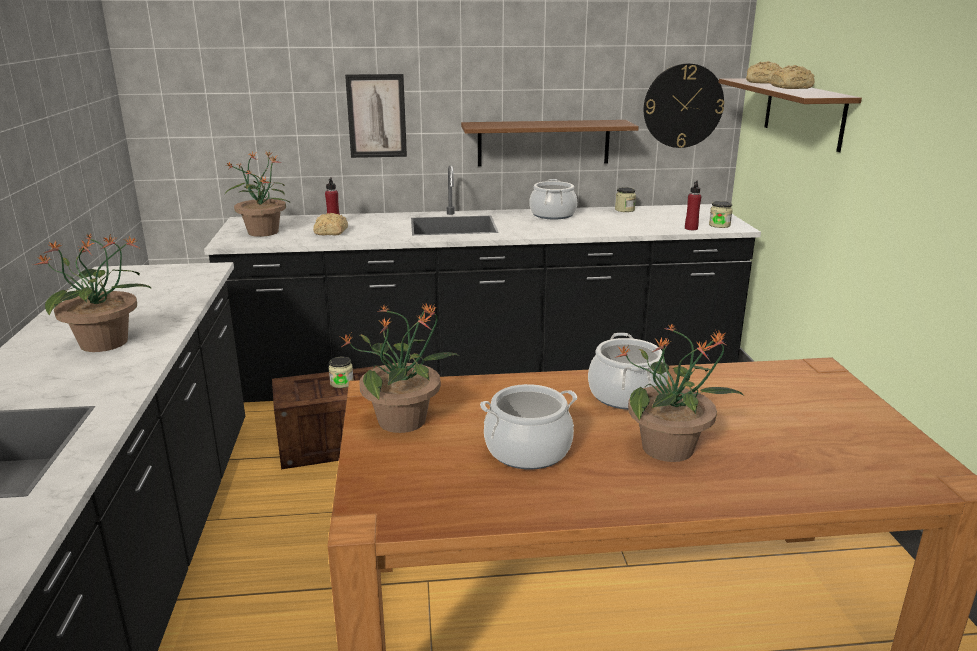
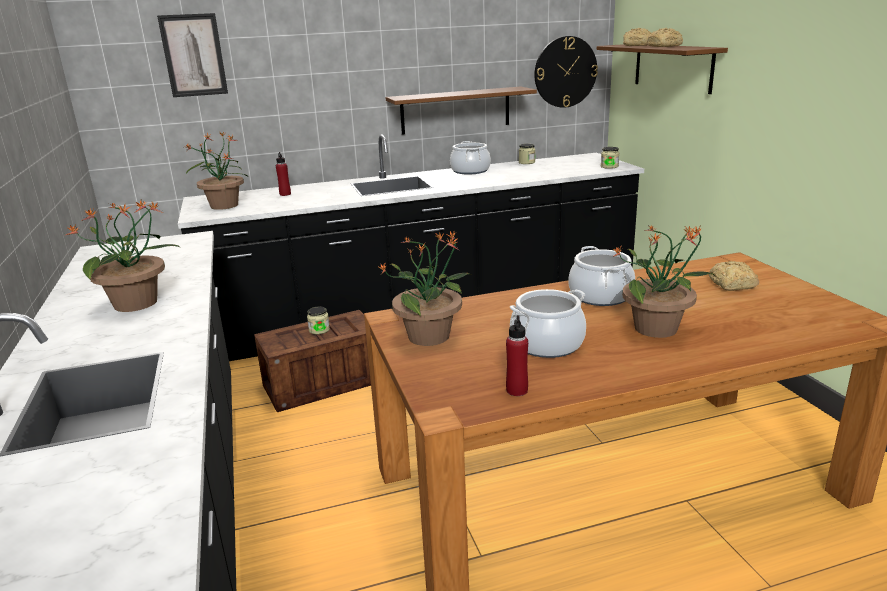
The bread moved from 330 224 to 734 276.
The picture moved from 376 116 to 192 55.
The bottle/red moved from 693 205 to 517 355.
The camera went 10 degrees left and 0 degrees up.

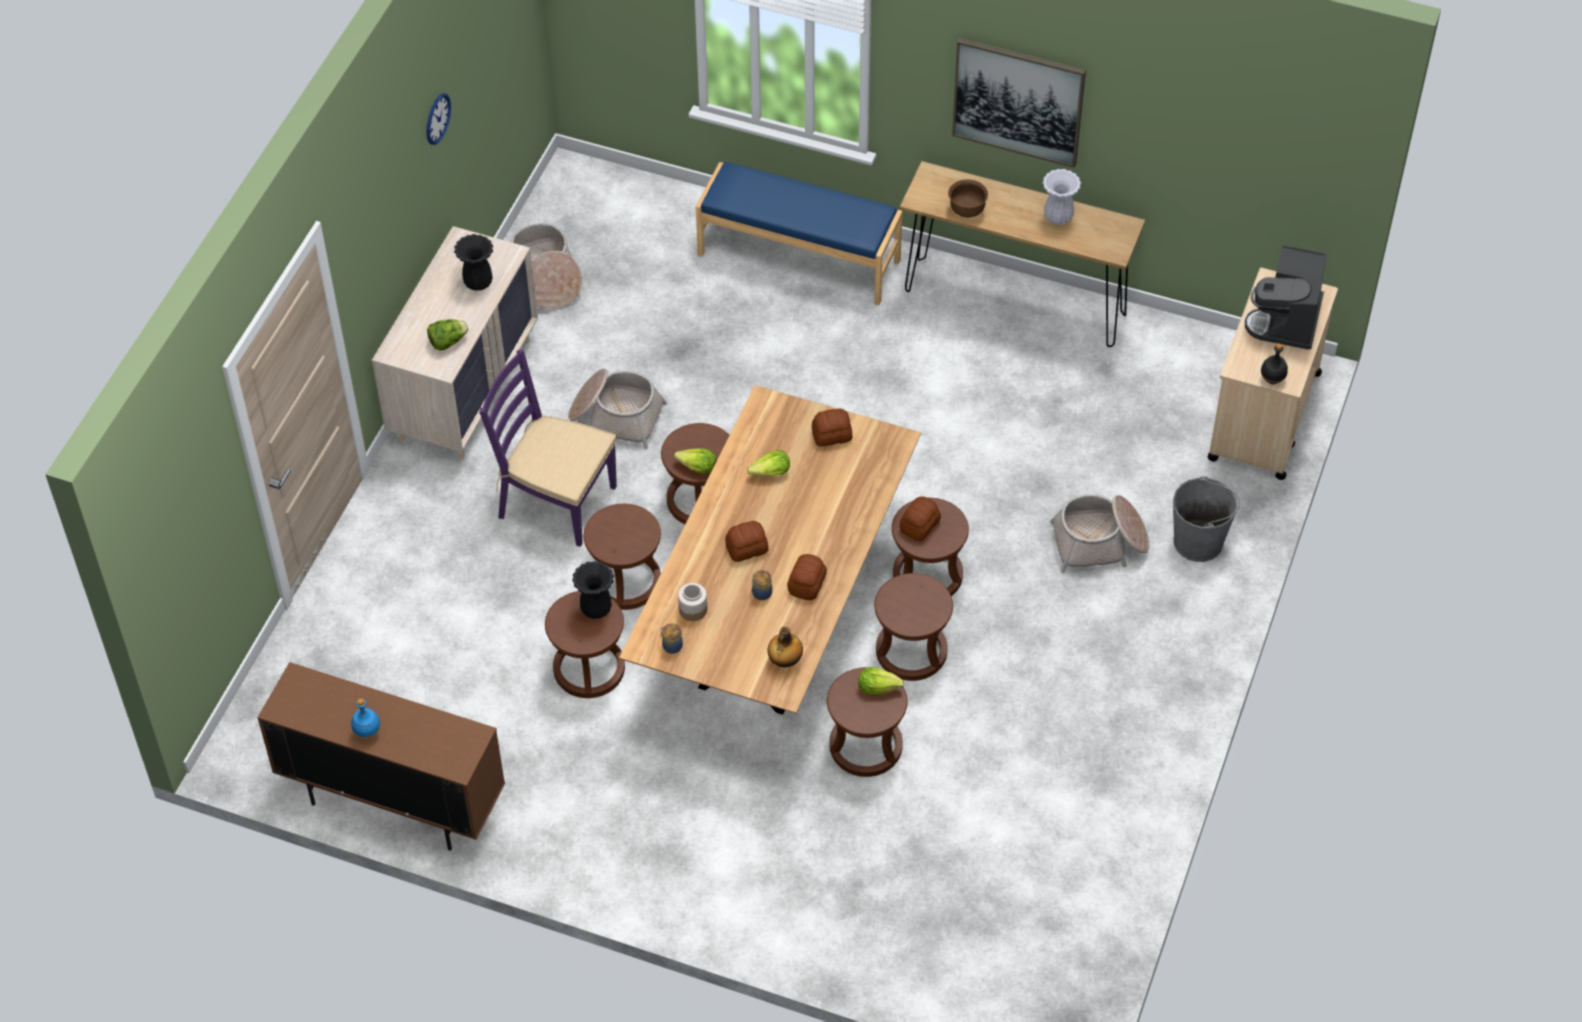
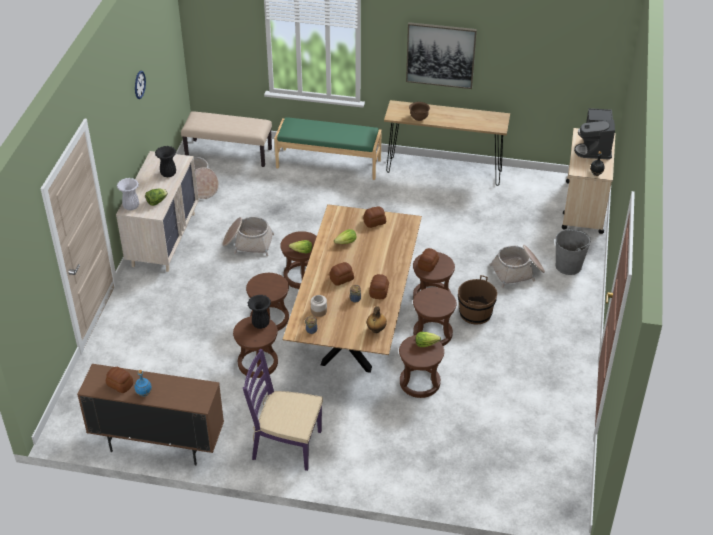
The chair/purple moved from 548 448 to 283 410.
The bench/blue at 799 233 became the bench/green at 328 148.
The vase/white moved from 1061 197 to 128 194.
The bread at 119 380 appeared.
The bench/beige at 226 139 appeared.
The bucket/brown at 477 299 appeared.
The camera went 10 degrees left and 10 degrees down.

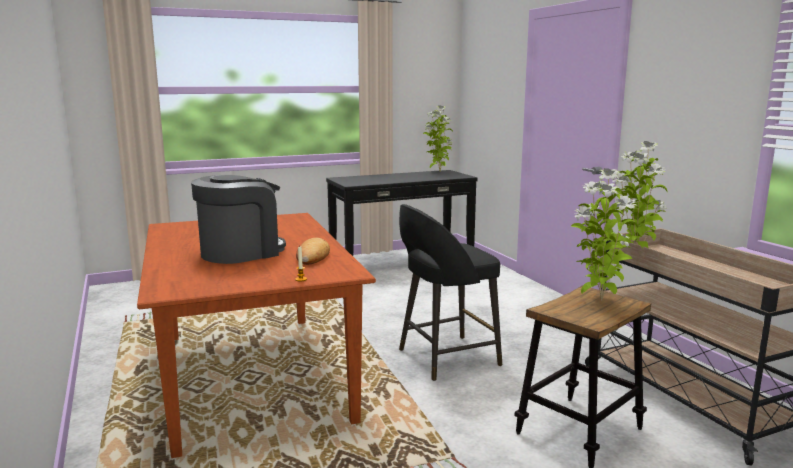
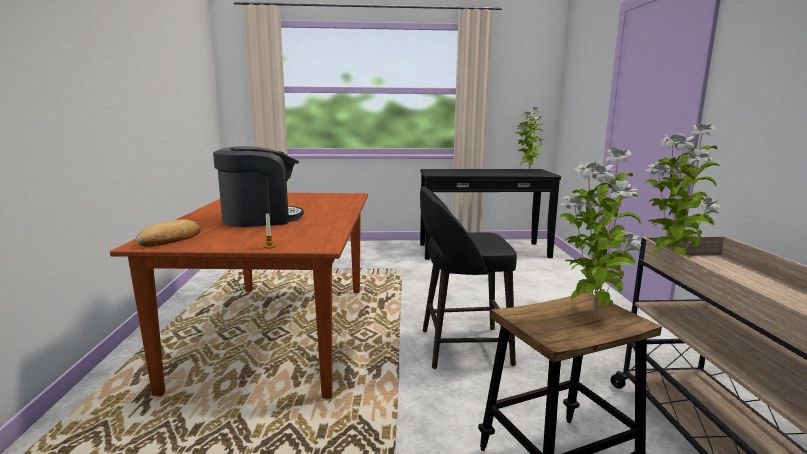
The bread moved from 313 251 to 168 233.
The camera went 20 degrees right and 0 degrees up.

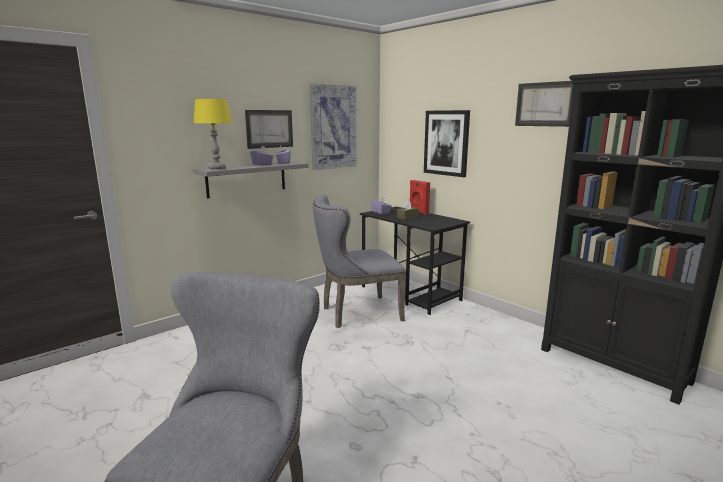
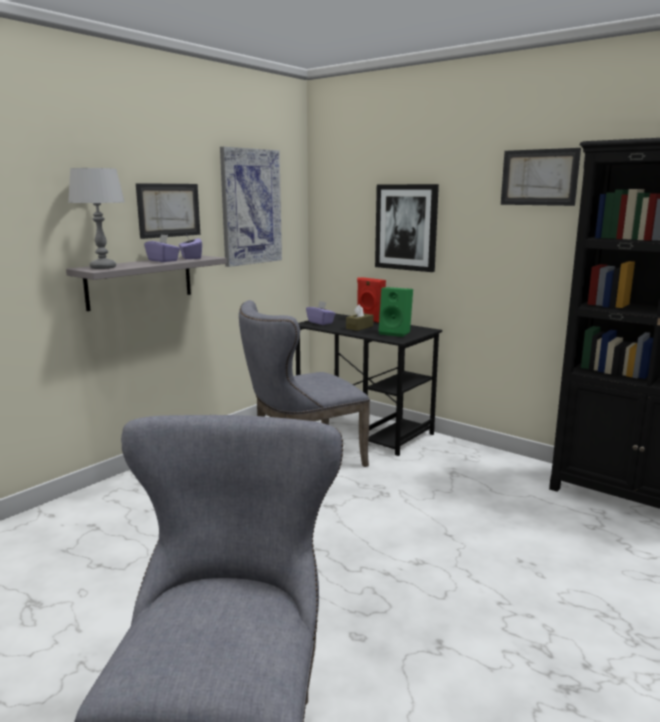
The table lamp/yellow at 213 134 became the table lamp/grey at 96 218.
The speaker/green at 396 312 appeared.
The camera went 10 degrees left and 0 degrees up.

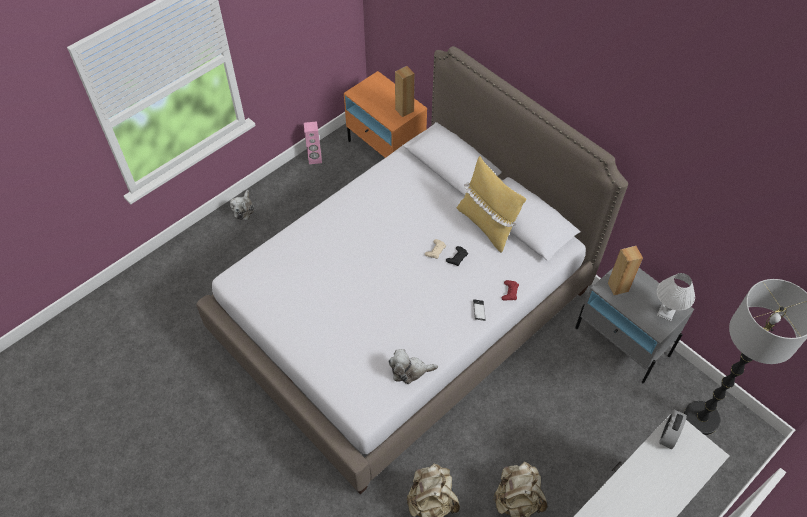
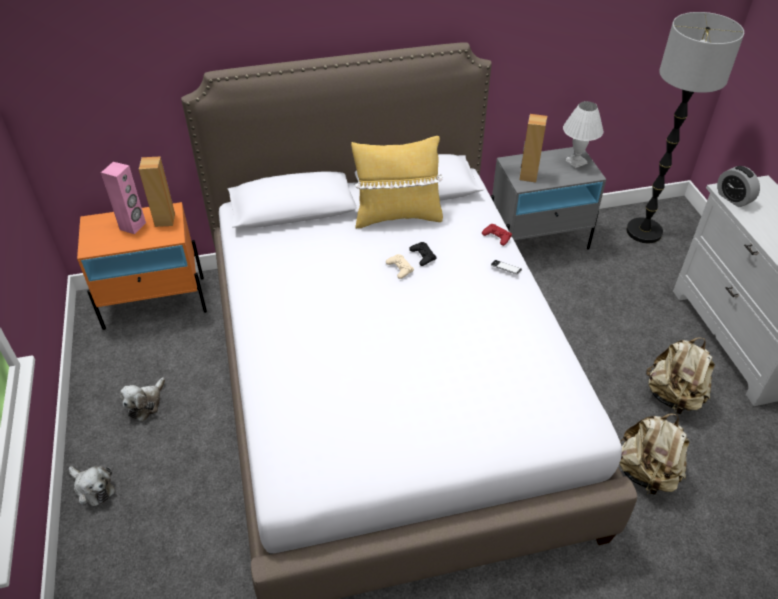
The speaker/pink moved from 313 142 to 123 198.
The plush toy moved from 413 366 to 142 399.
The camera went 60 degrees left and 10 degrees down.

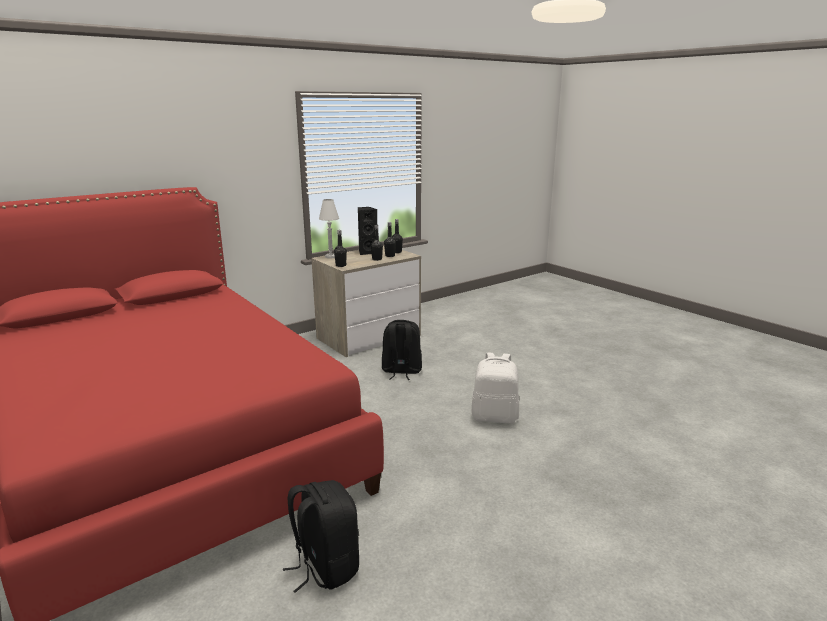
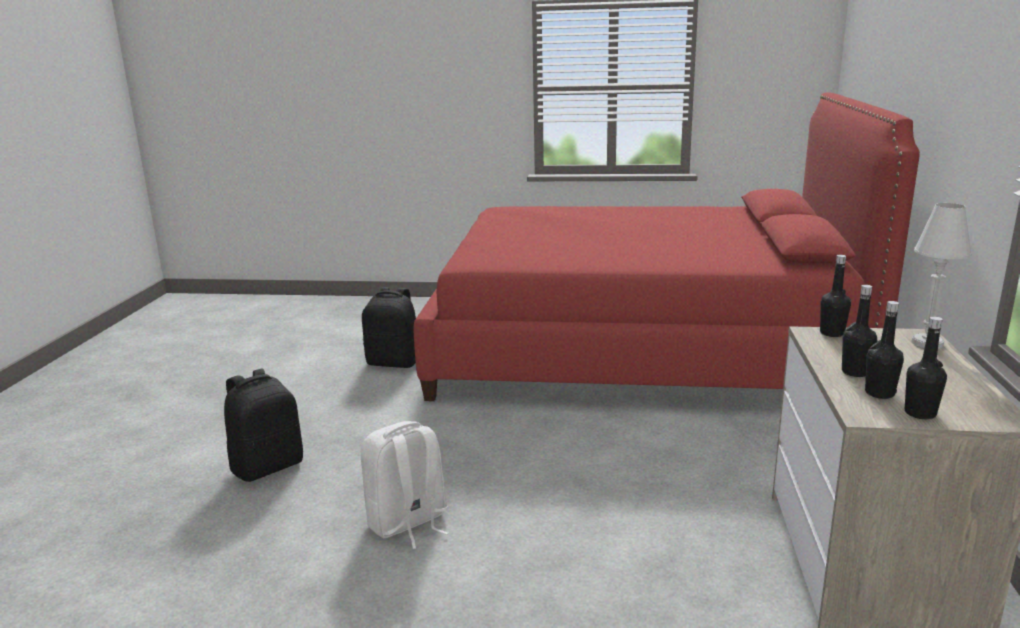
The speaker/black at 367 231 disappeared.
The backpack/black moved from 402 350 to 263 425.
The camera went 135 degrees right and 0 degrees up.

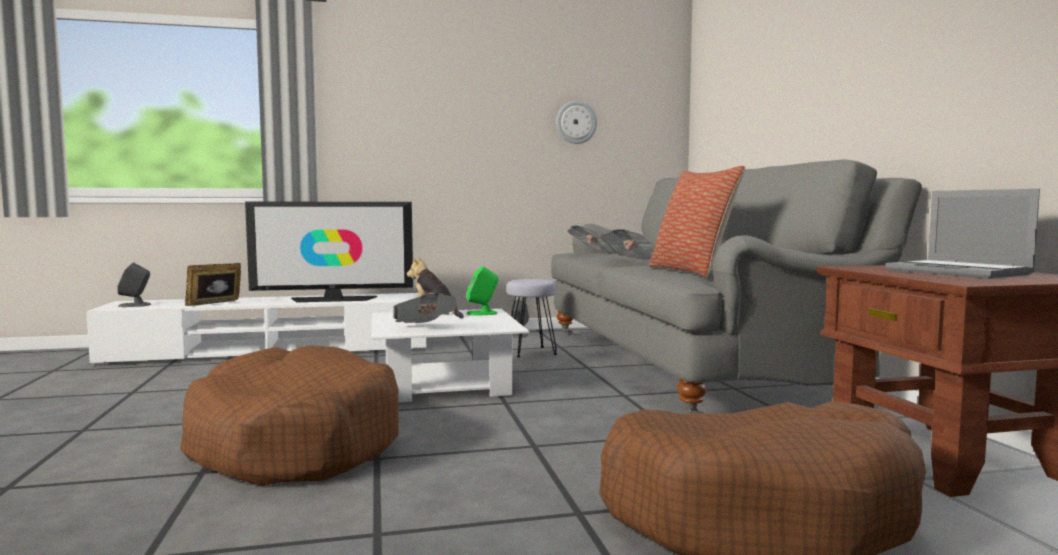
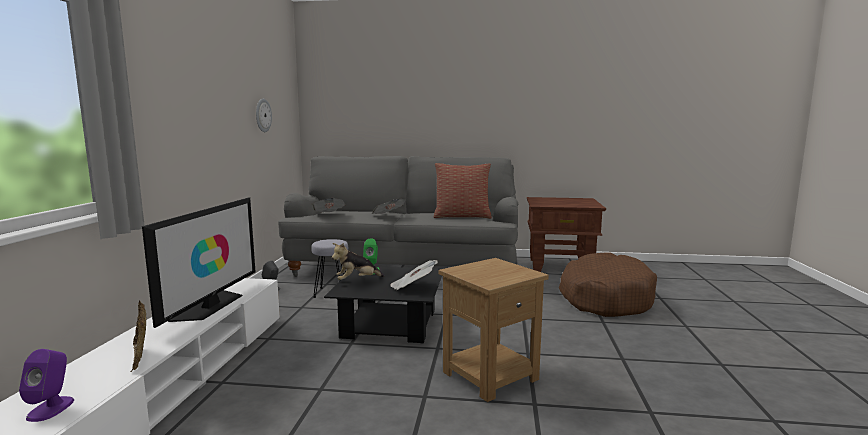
The speaker/grey at 134 284 became the speaker/purple at 46 385.
The dog bed/brown at 289 415 was replaced by the side table/brown at 494 330.
The coffee table/white at 450 355 became the coffee table/black at 383 305.
The laptop at 962 234 disappeared.
The camera went 70 degrees left and 5 degrees up.

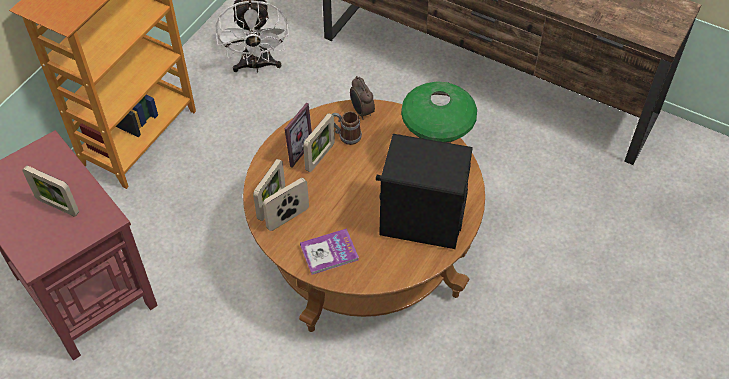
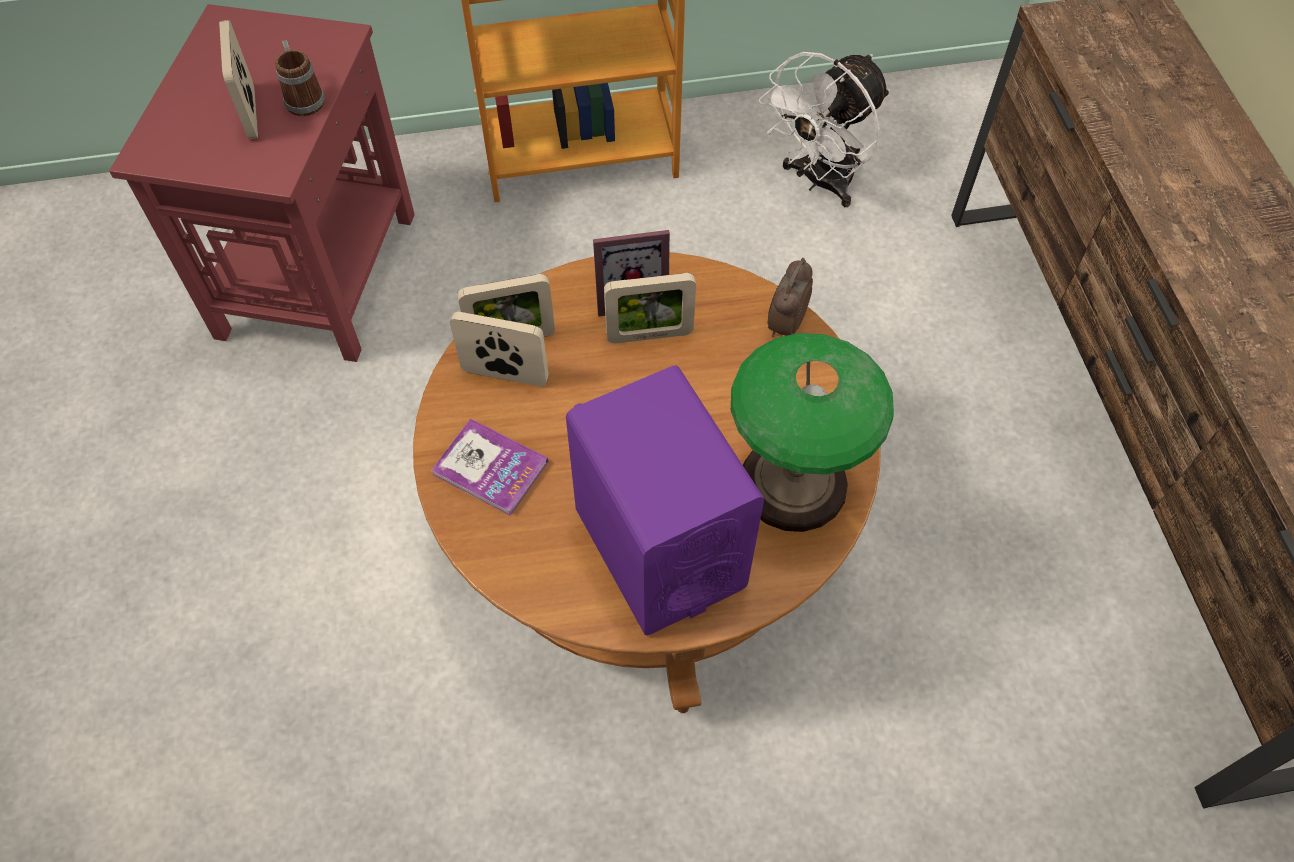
The mug moved from 347 128 to 300 78.
The speaker/black at 424 191 became the speaker/purple at 665 500.
The camera went 50 degrees right and 5 degrees up.

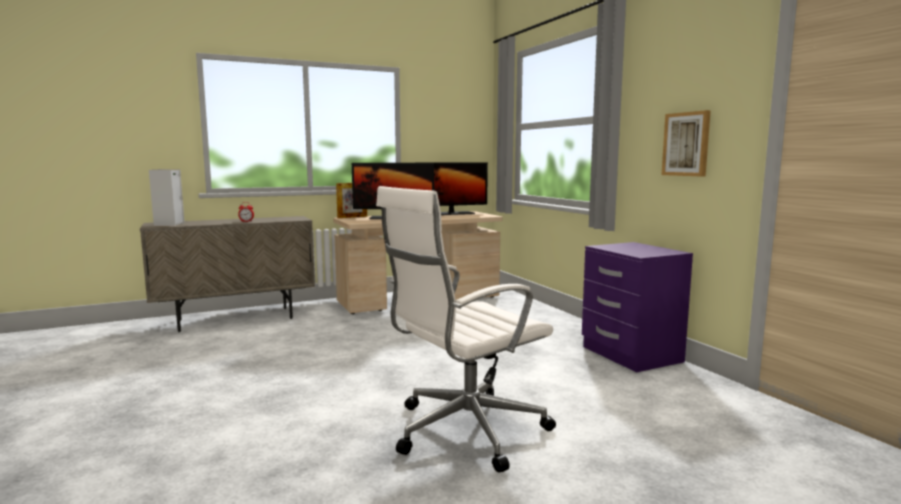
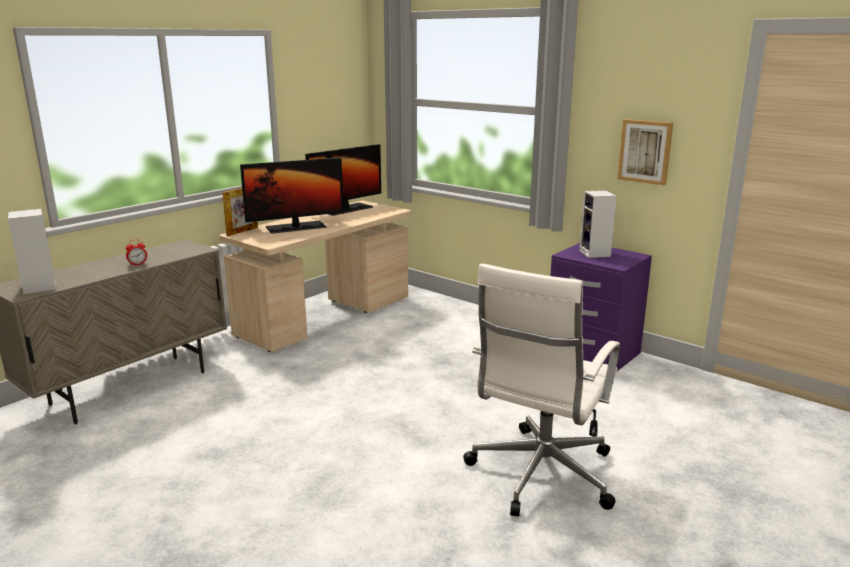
The speaker at 598 224 appeared.
The camera went 25 degrees left and 10 degrees up.

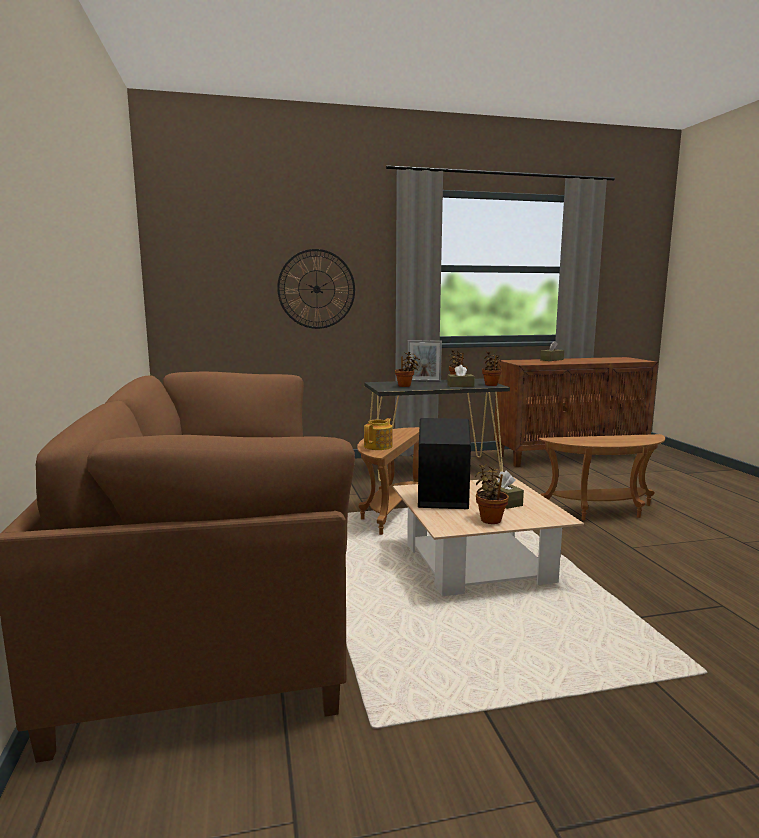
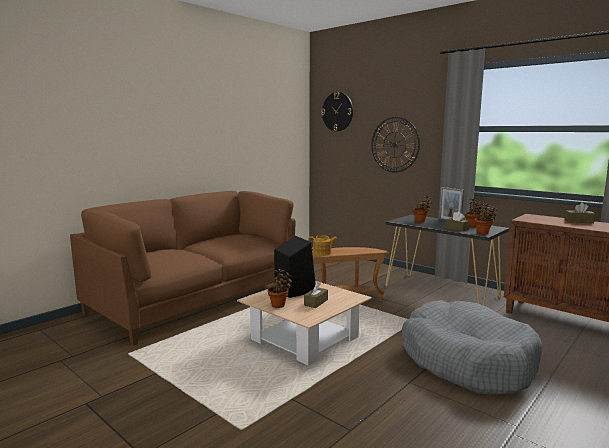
The side table/brown at 601 477 was replaced by the dog bed/grey at 472 347.
The wall clock at 337 111 appeared.
The camera went 55 degrees right and 0 degrees up.

